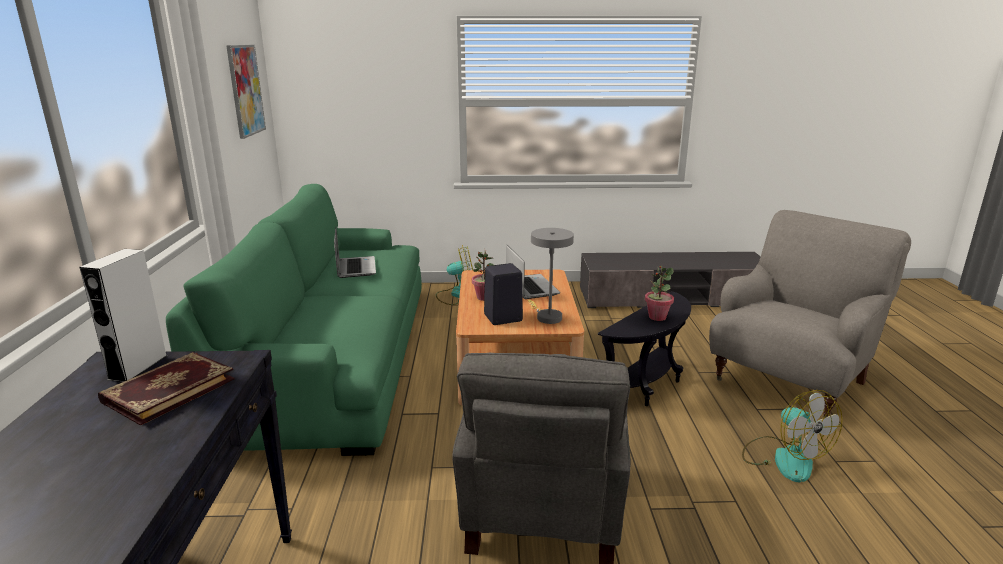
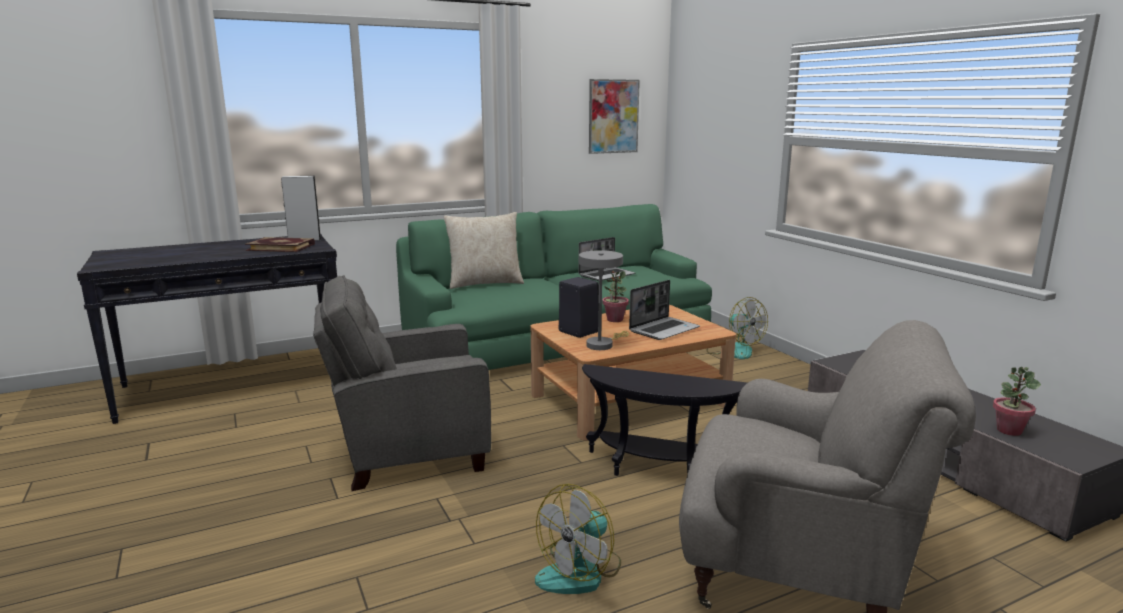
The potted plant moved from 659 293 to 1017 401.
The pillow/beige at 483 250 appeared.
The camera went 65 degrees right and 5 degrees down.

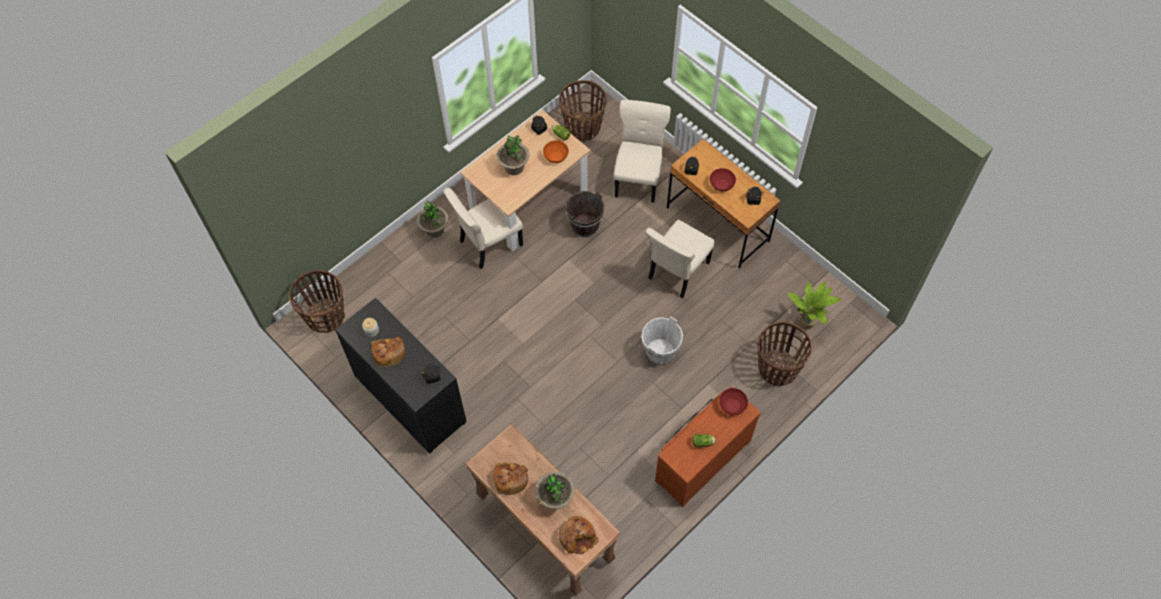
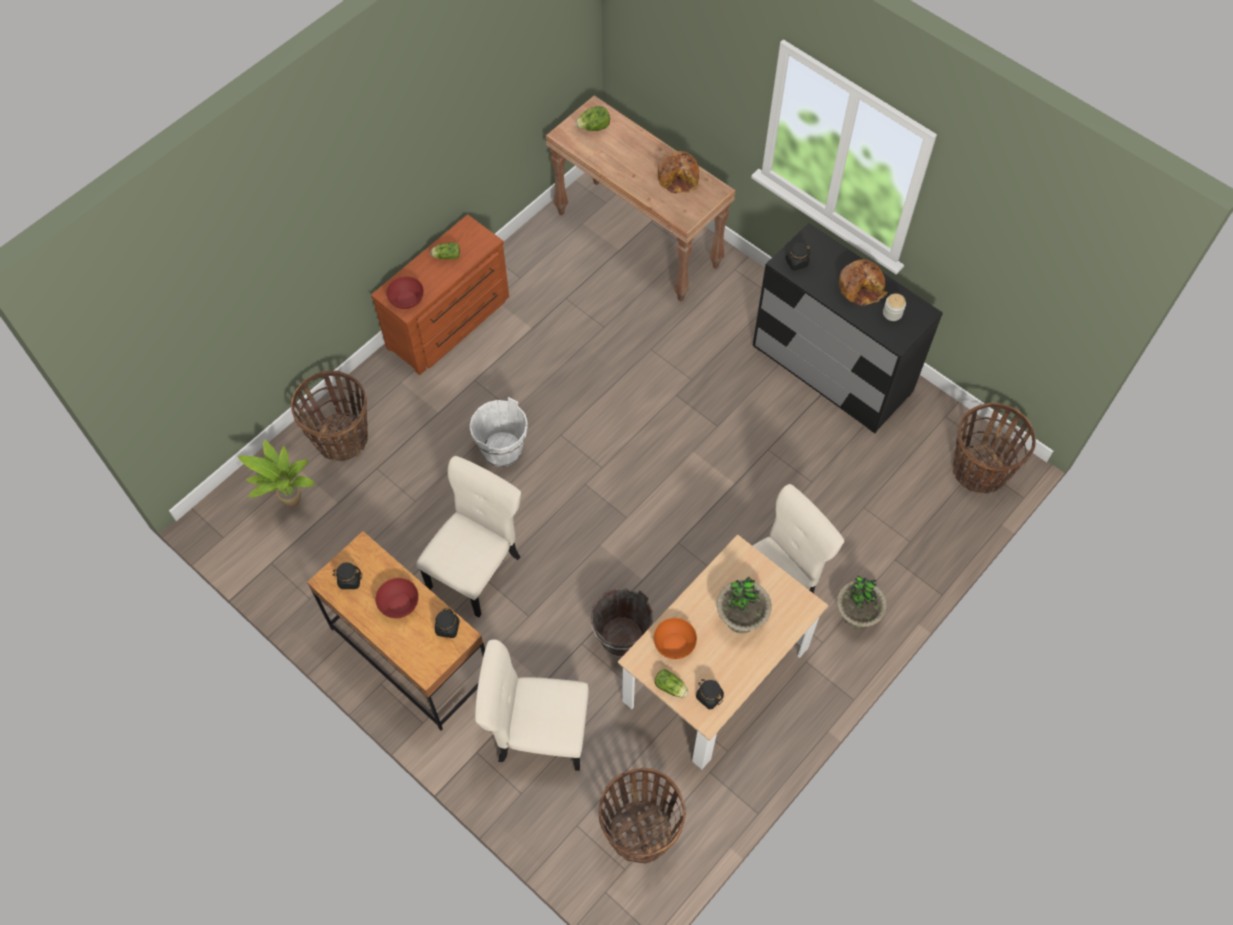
The potted plant at 555 490 disappeared.
The bread at 579 535 was replaced by the lettuce at 592 118.
The chair/beige at 642 151 turned 90 degrees clockwise.
The camera went 175 degrees right and 0 degrees up.

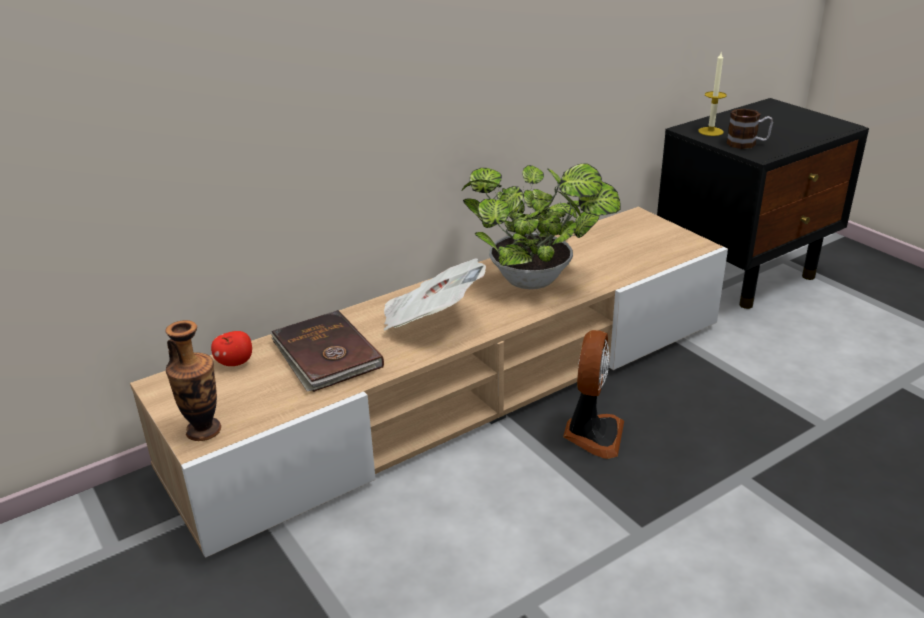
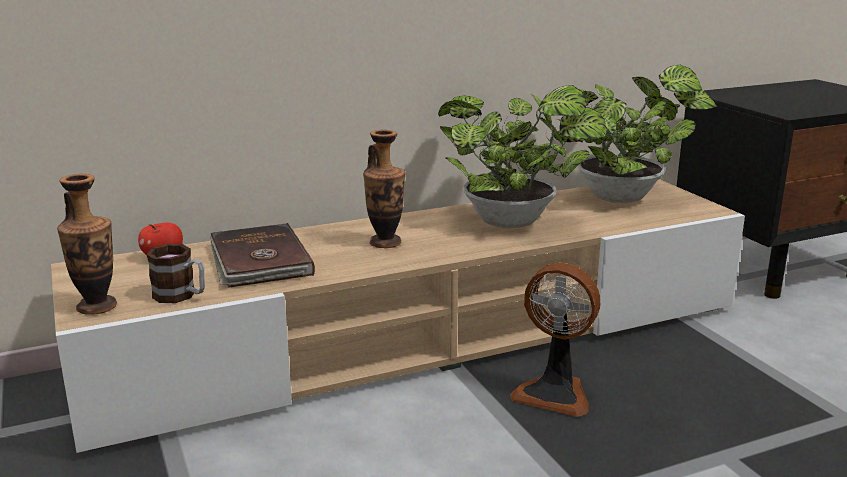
The newspaper at 434 294 was replaced by the vase at 384 189.
The fan at 593 394 turned 90 degrees clockwise.
The candle at 712 94 disappeared.
The mug moved from 749 129 to 176 273.
The potted plant at 637 134 appeared.
The camera went 10 degrees right and 10 degrees down.

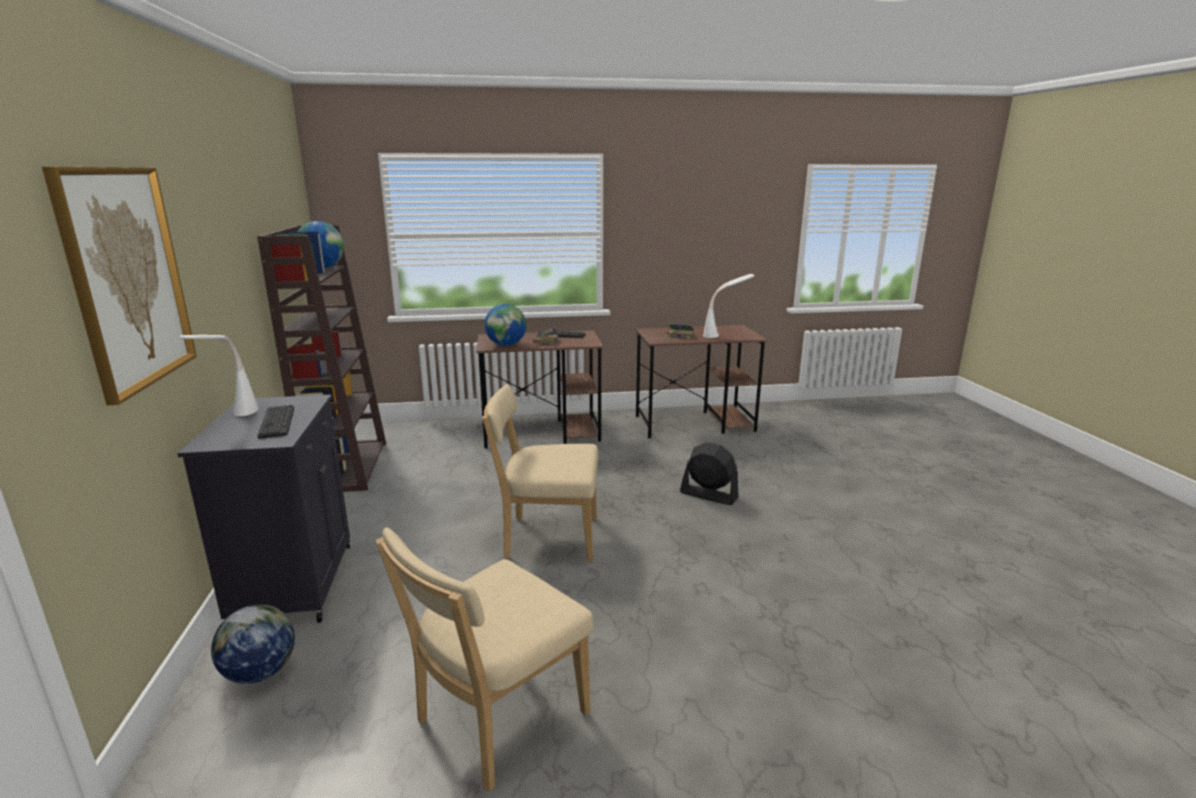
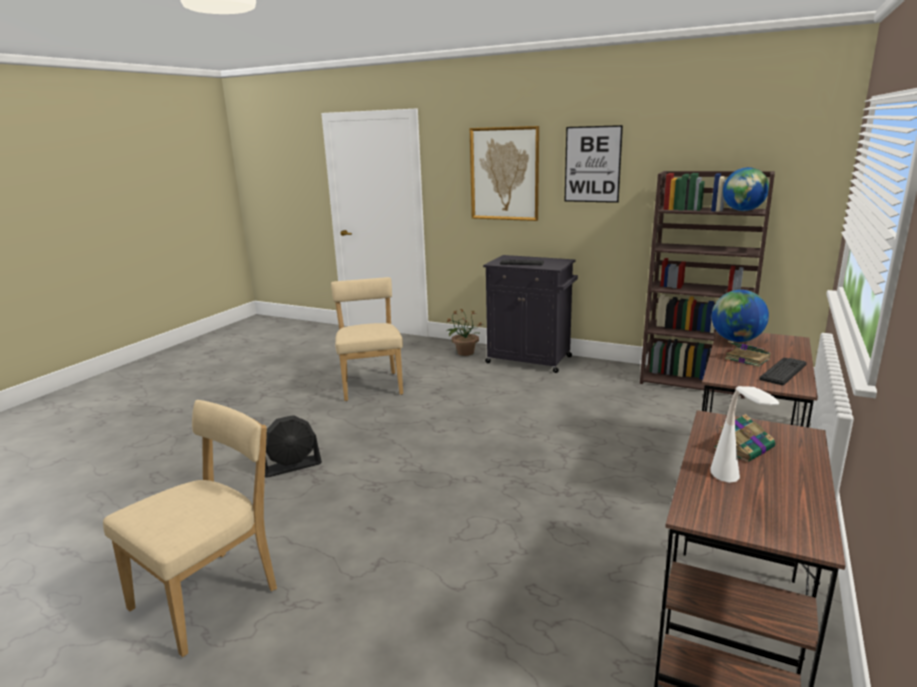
The table lamp/white at 219 376 disappeared.
The globe at 253 644 was replaced by the potted plant at 464 332.
The chair/beige moved from 540 473 to 190 528.
The fan/black moved from 709 474 to 293 446.
The picture at 594 164 appeared.
The camera went 125 degrees right and 0 degrees up.

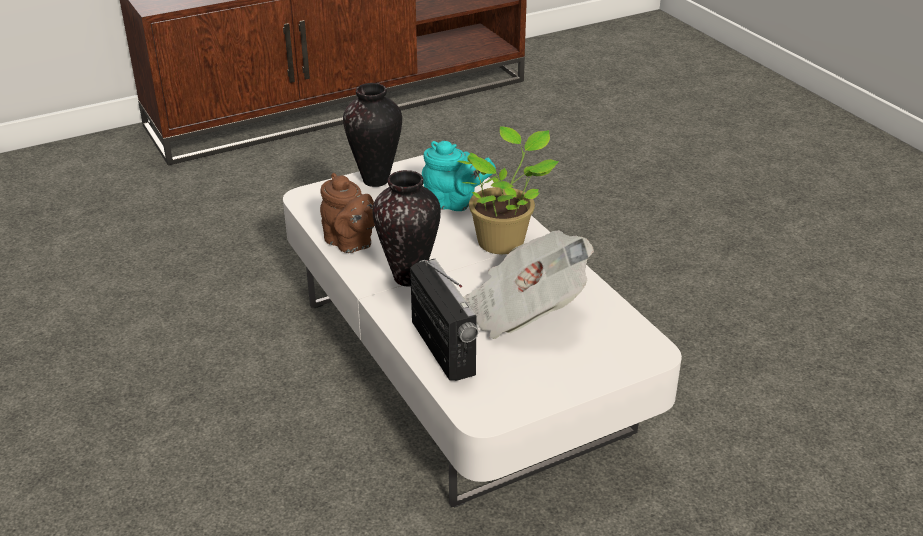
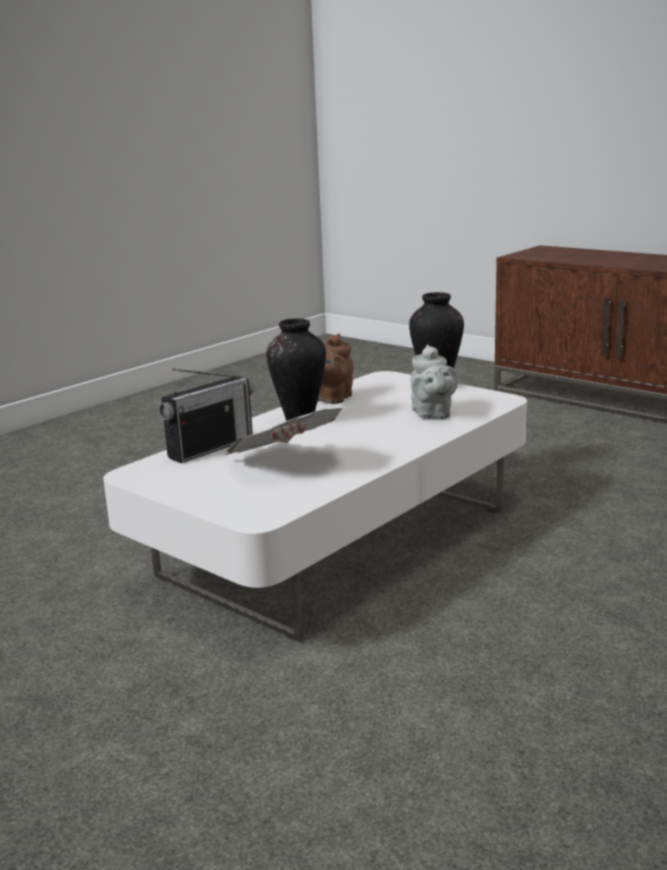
The teapot/turquoise at 459 176 became the teapot/grey at 434 382.
The potted plant at 508 190 disappeared.
The camera went 70 degrees right and 15 degrees down.

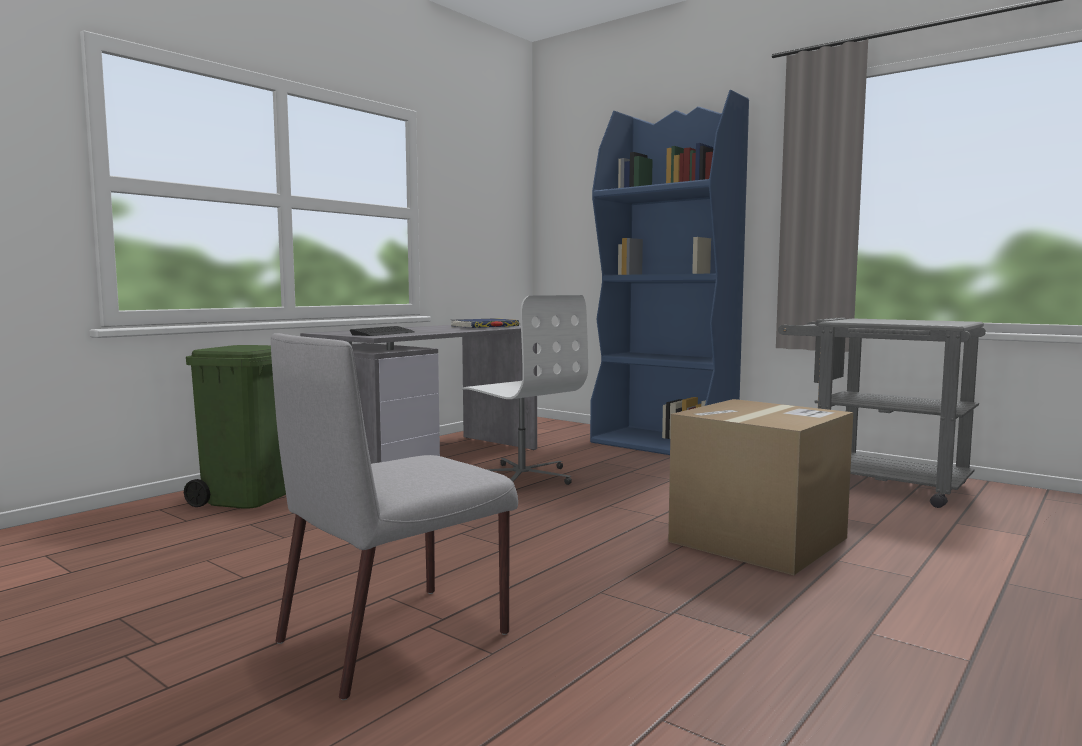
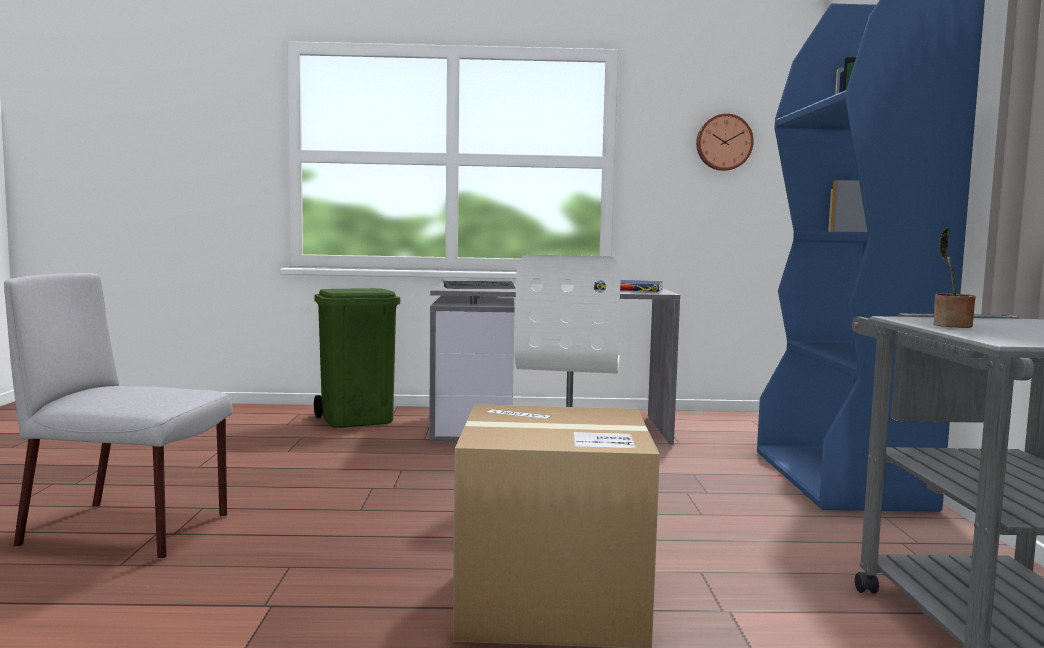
The wall clock at 725 142 appeared.
The potted plant at 955 277 appeared.
The camera went 50 degrees right and 0 degrees up.

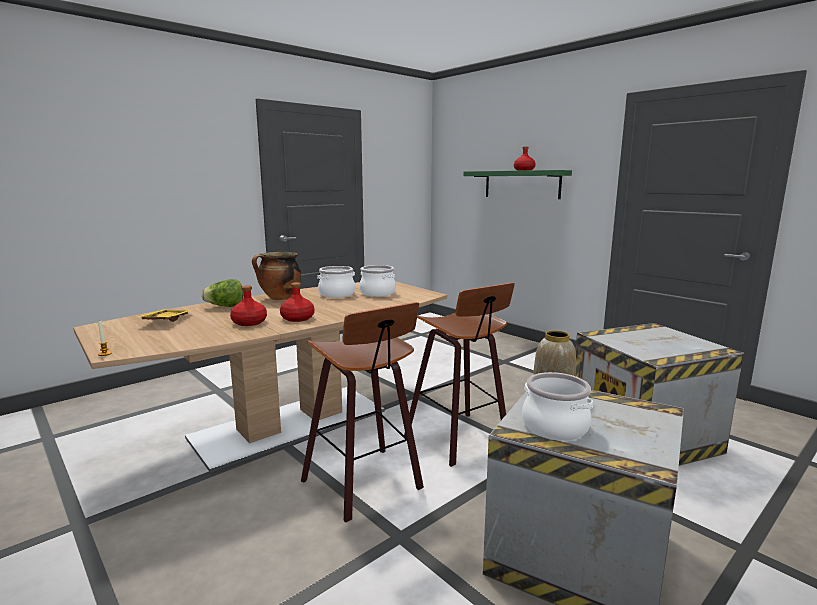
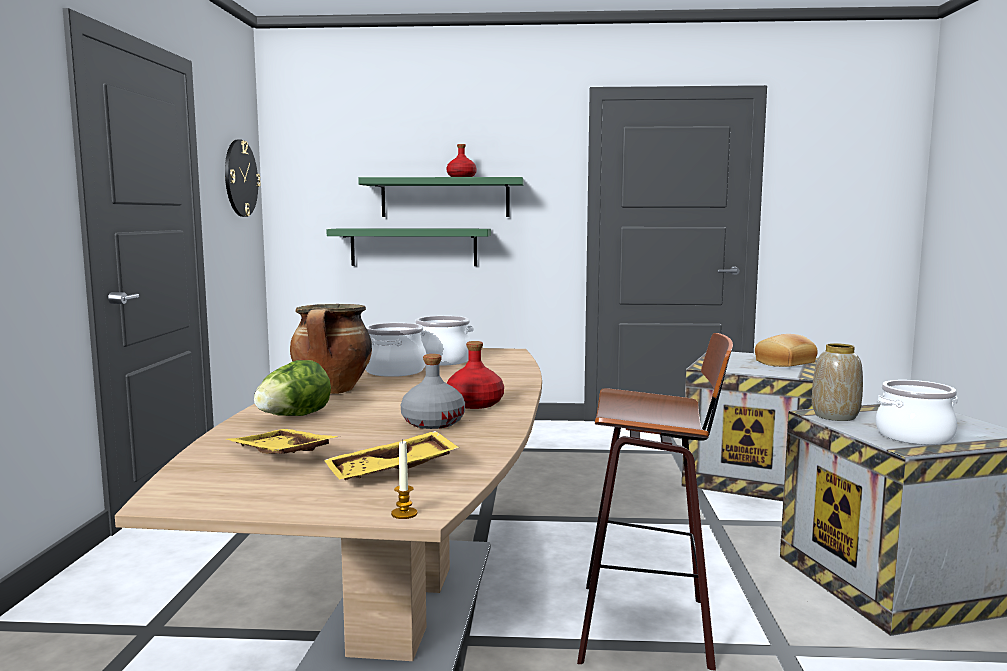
The bottle/red at 248 305 became the bottle/grey at 433 391.
The stool at 459 375 disappeared.
The wall clock at 243 178 appeared.
The tray/yellow at 391 455 appeared.
The shelf/green at 408 247 appeared.
The bread at 786 350 appeared.
The camera went 45 degrees left and 5 degrees down.

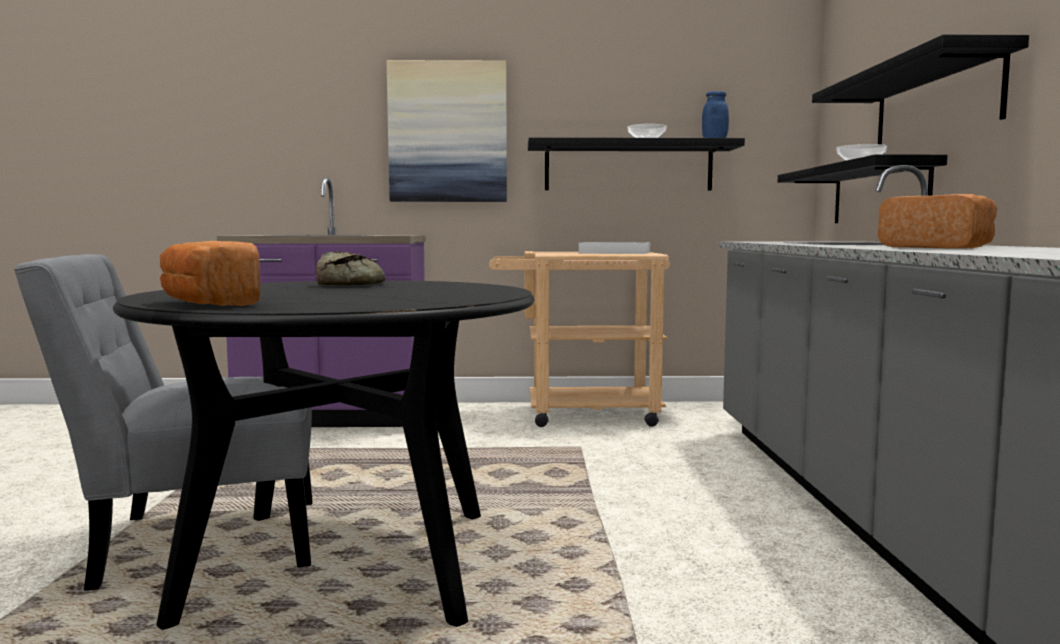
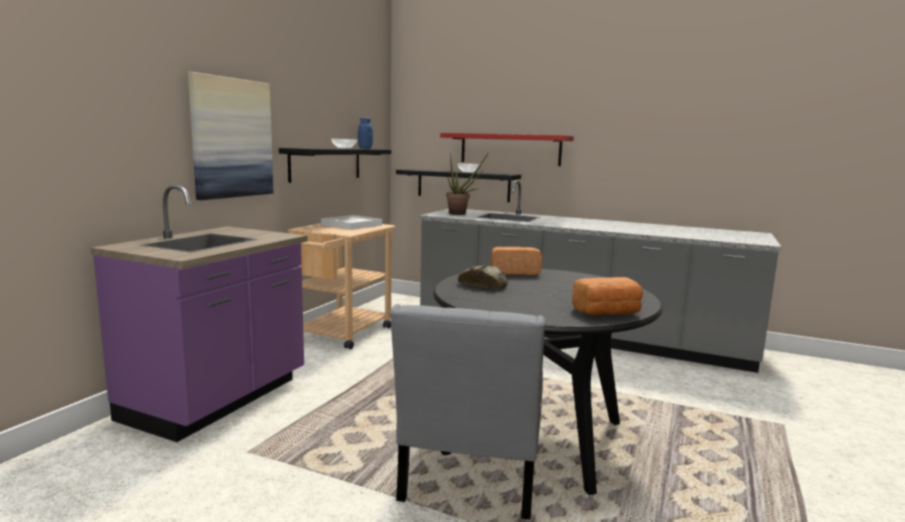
The shelf/black at 920 89 became the shelf/red at 507 149.
The bread moved from 937 221 to 516 261.
The potted plant at 467 183 appeared.
The camera went 65 degrees left and 5 degrees up.

